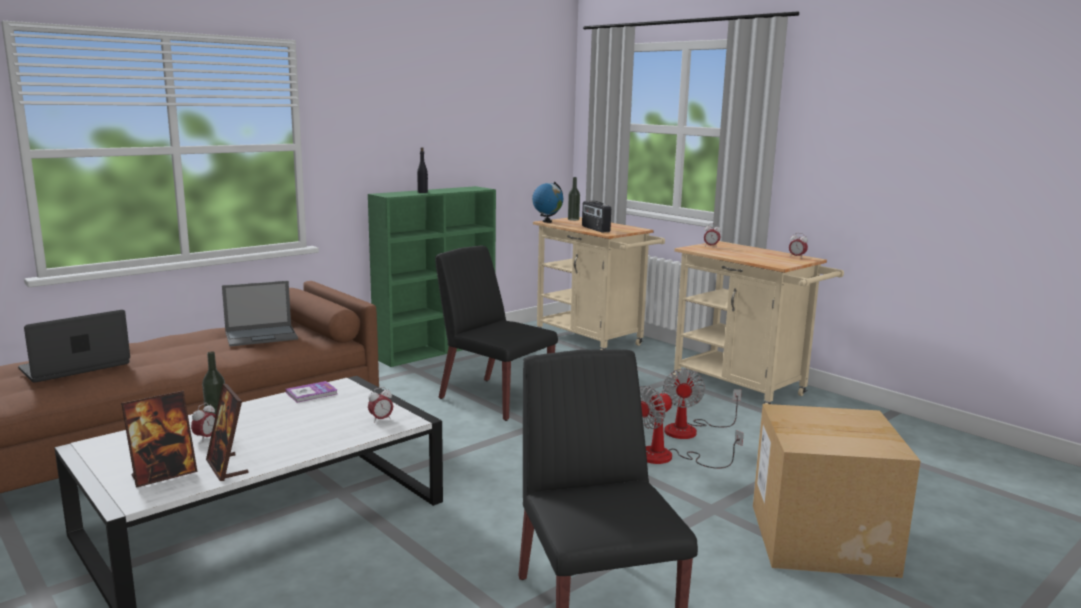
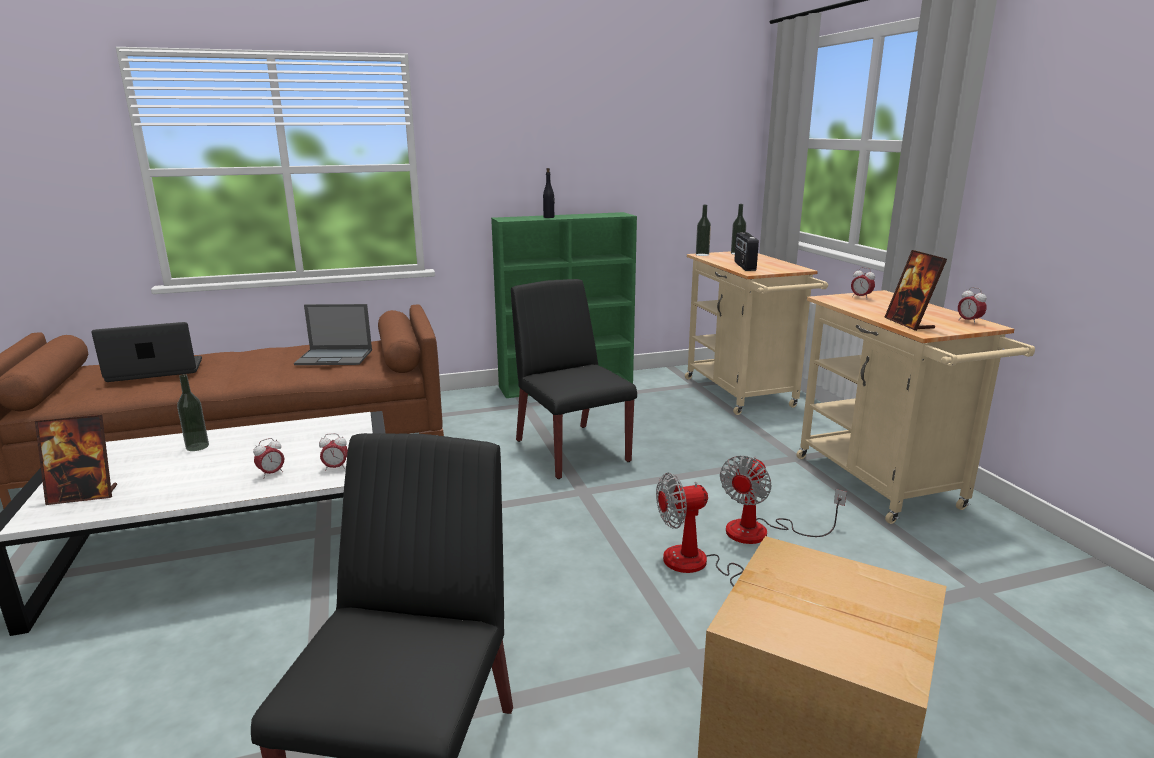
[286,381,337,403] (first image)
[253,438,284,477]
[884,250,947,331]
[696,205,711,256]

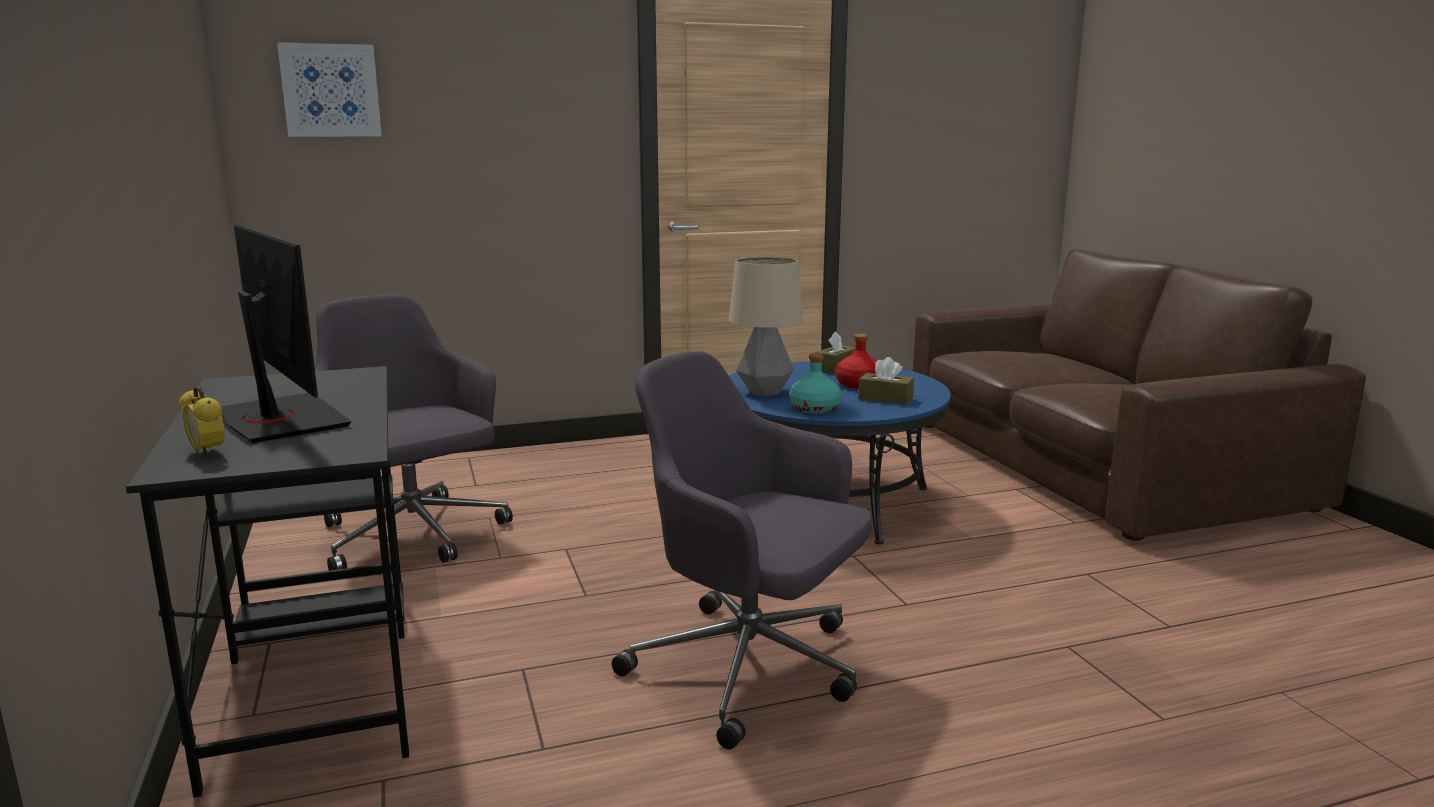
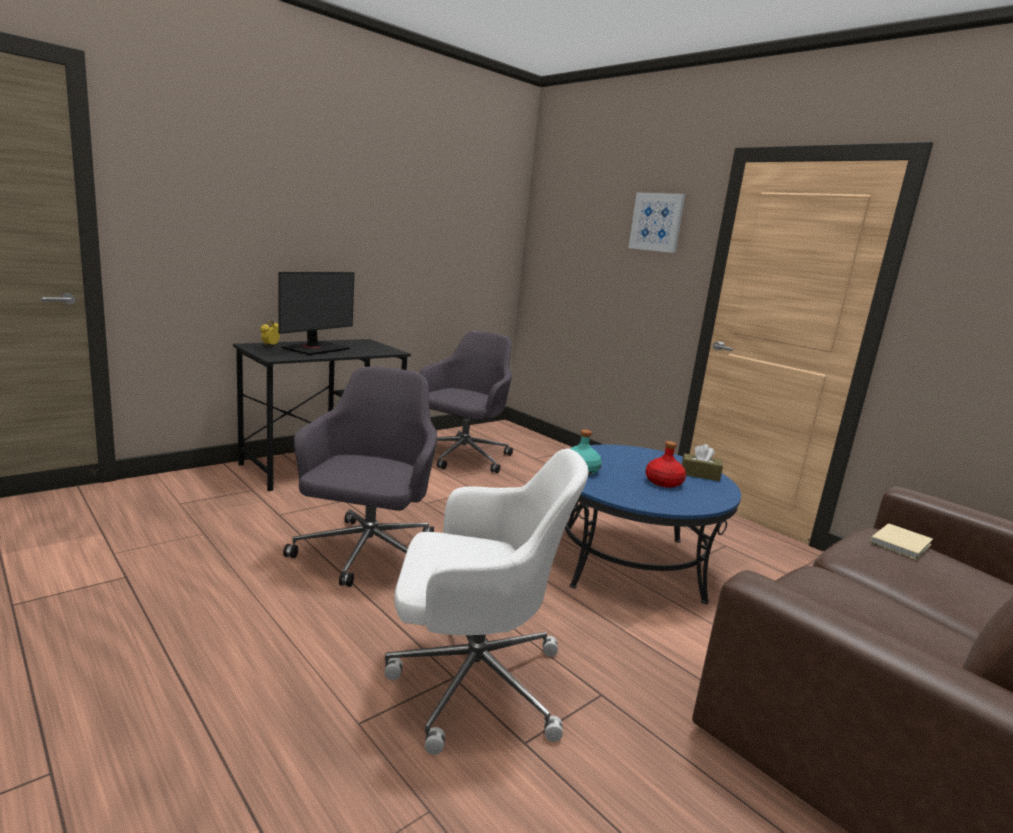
[729,256,803,396] (first image)
[858,357,914,405] (first image)
[385,448,588,755]
[870,523,933,560]
[628,193,685,253]

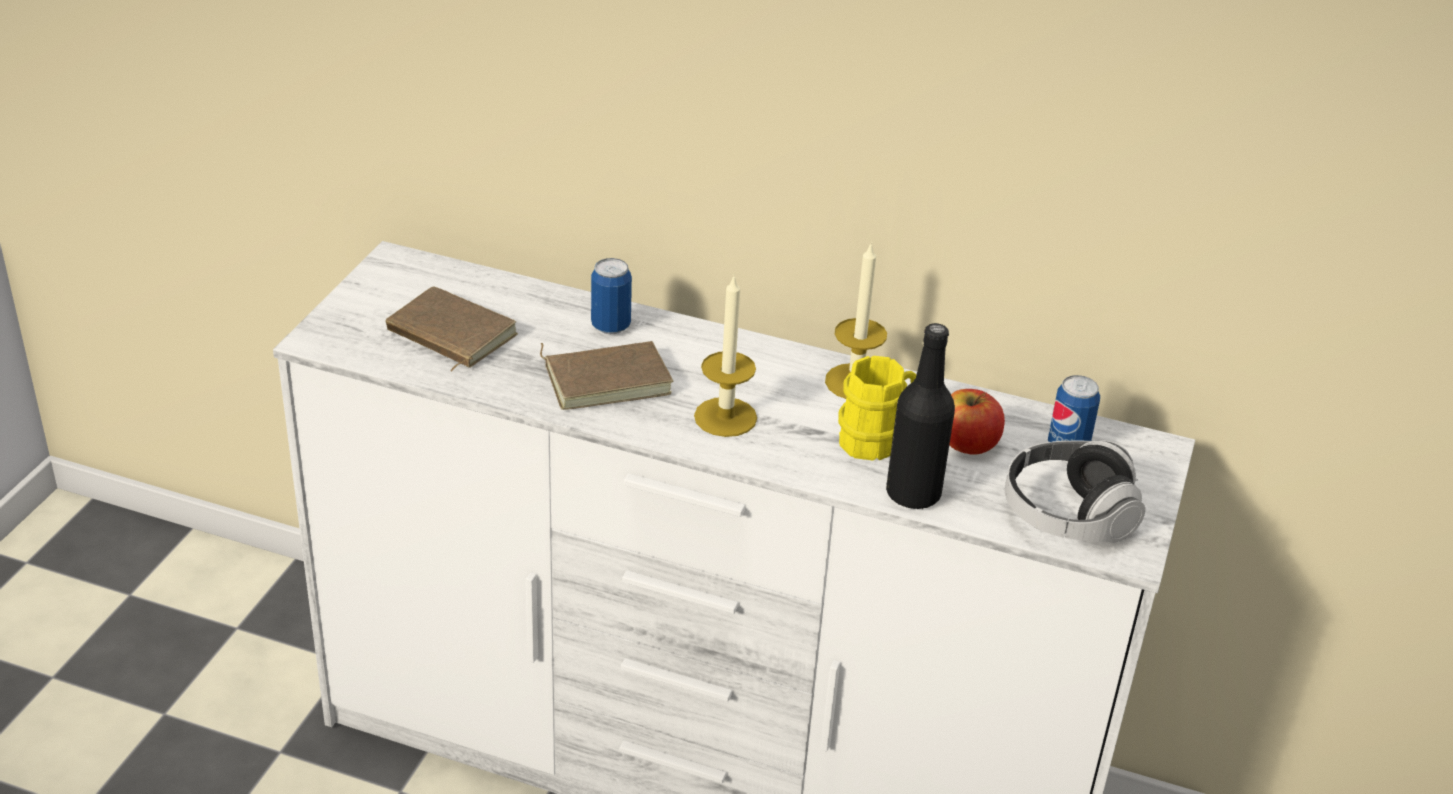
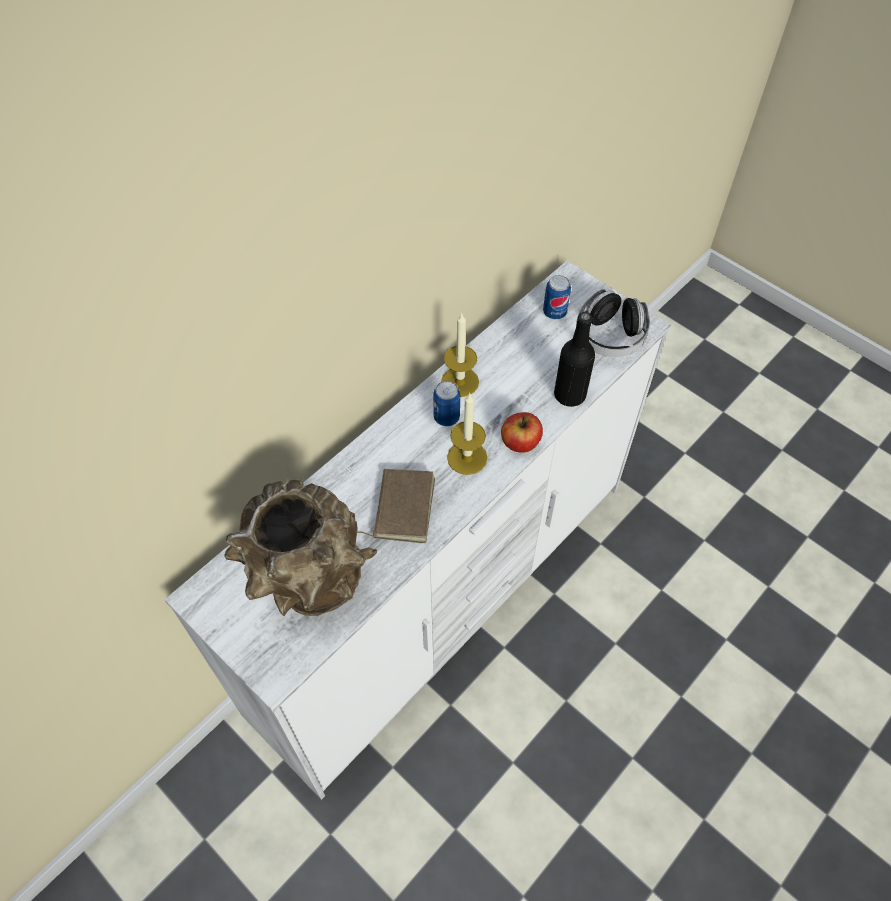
[838,356,916,461] (first image)
[433,381,460,426]
[501,412,543,453]
[224,479,377,616]

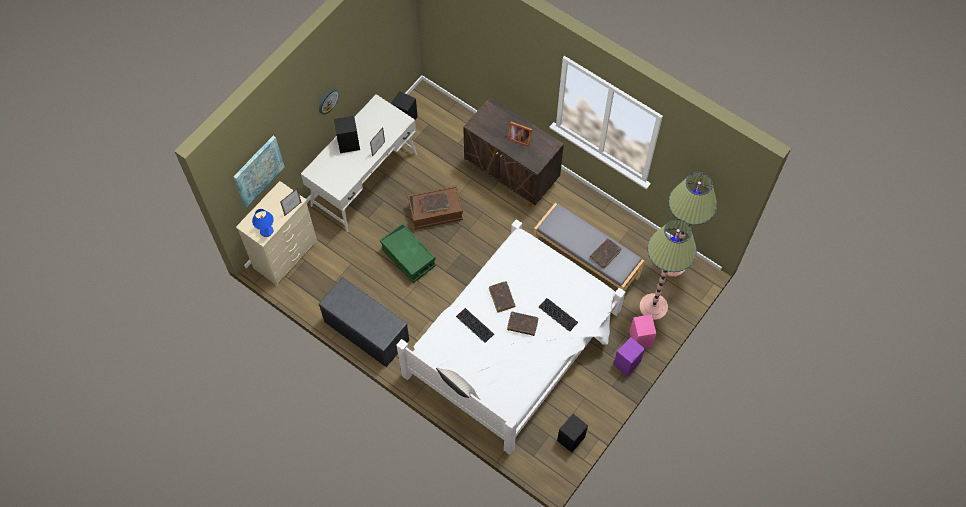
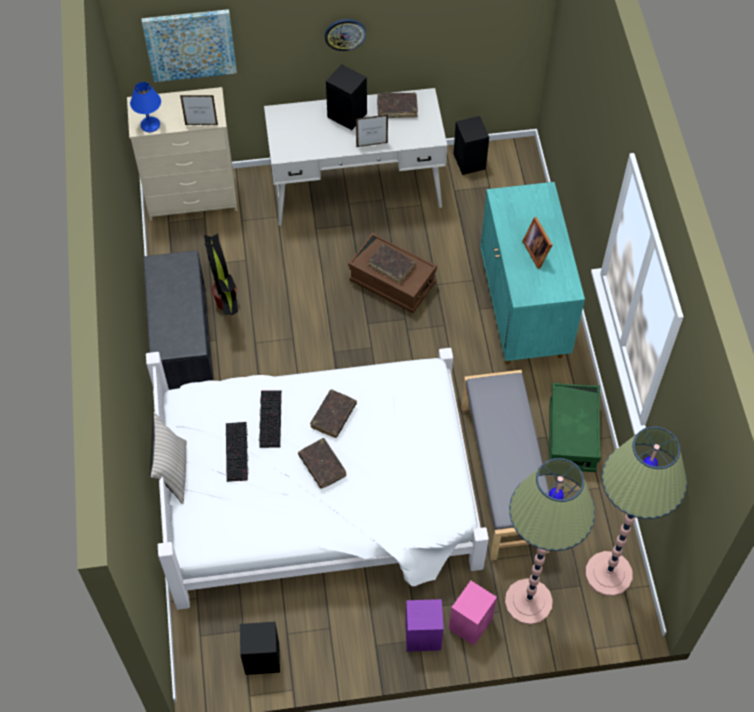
[204,234,238,316]
[549,383,601,472]
[226,422,249,482]
[377,93,418,118]
[480,182,585,365]

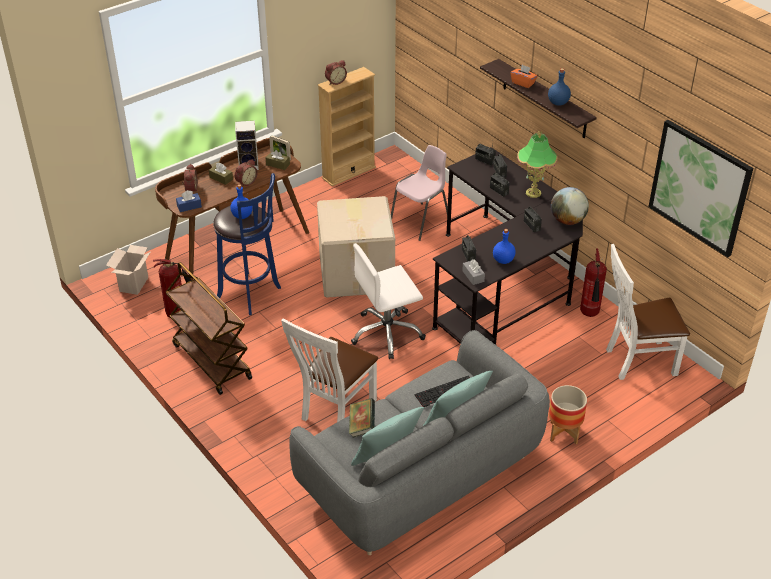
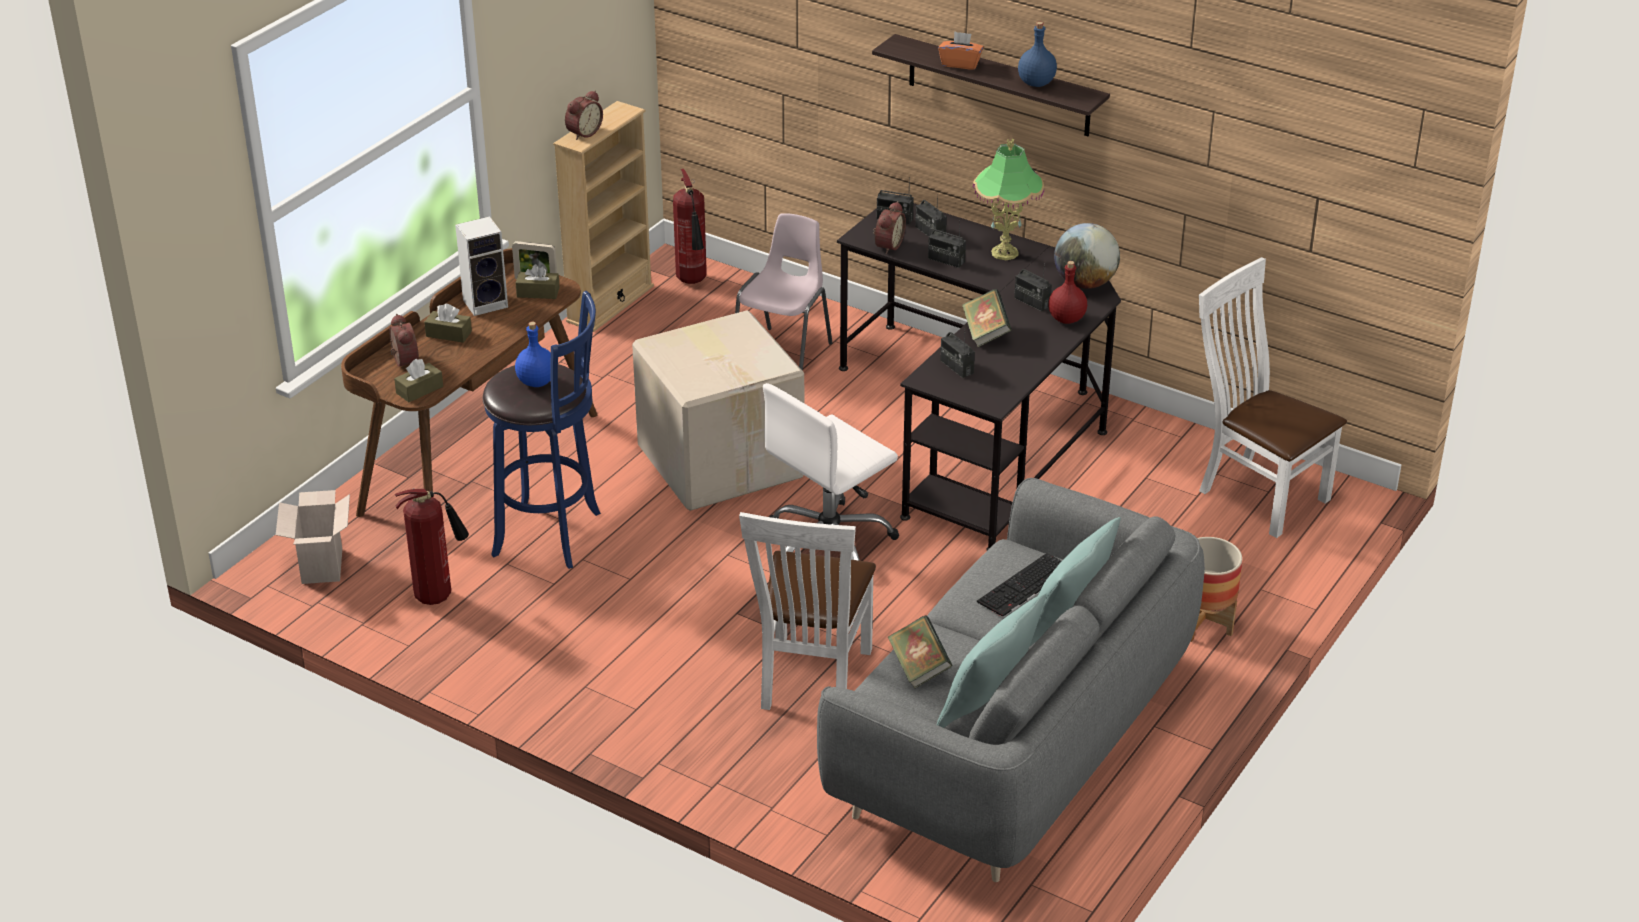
[166,262,252,395] (first image)
[462,259,485,285] (first image)
[493,229,516,264] (first image)
[648,120,753,257] (first image)
[962,289,1012,347]
[1048,261,1087,324]
[874,201,906,254]
[673,169,707,284]
[394,359,443,402]
[1199,257,1347,538]

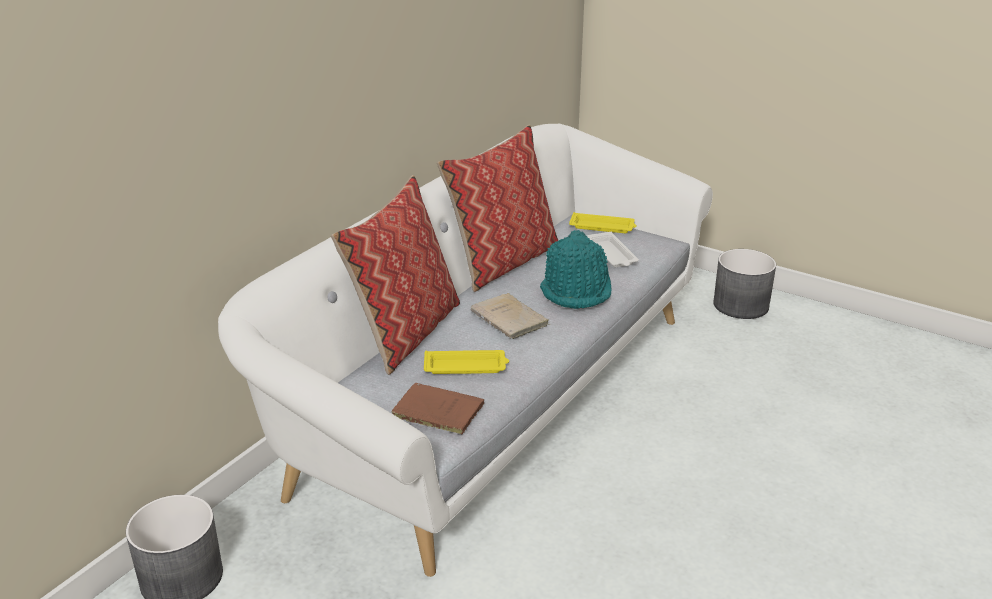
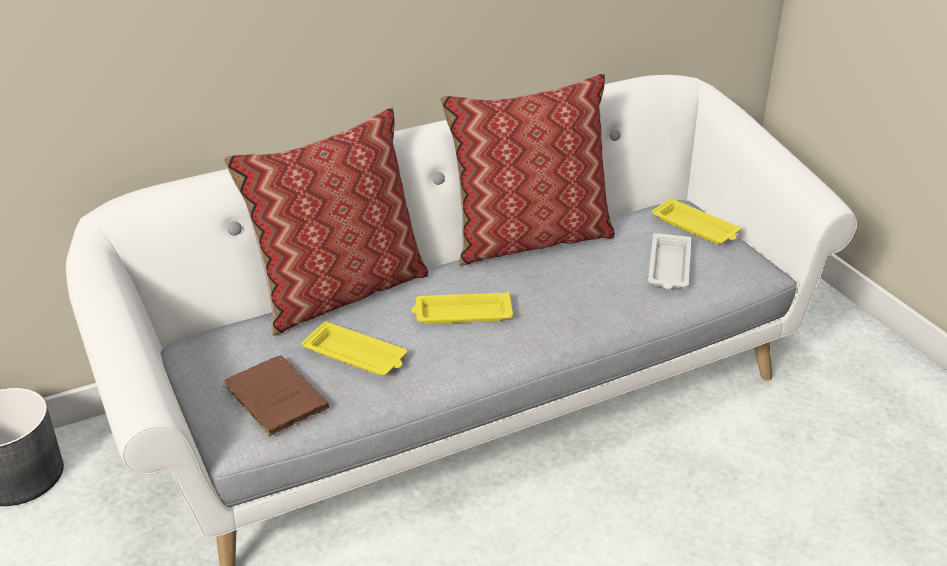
[540,230,611,309] (first image)
[713,249,776,319] (first image)
[411,292,513,324]

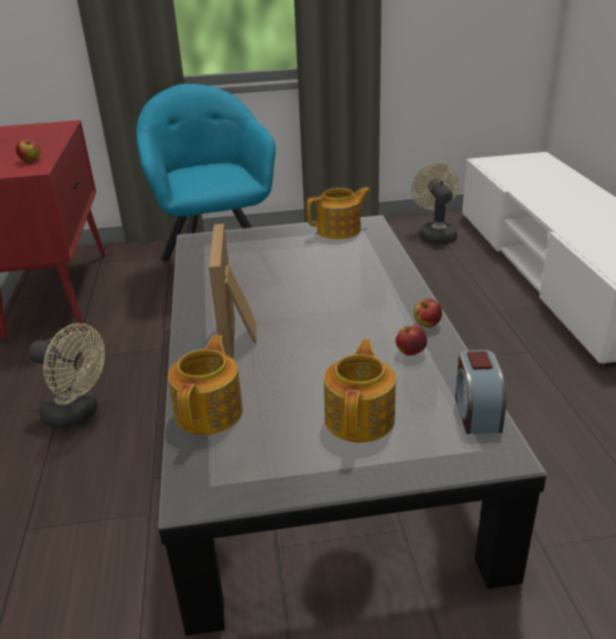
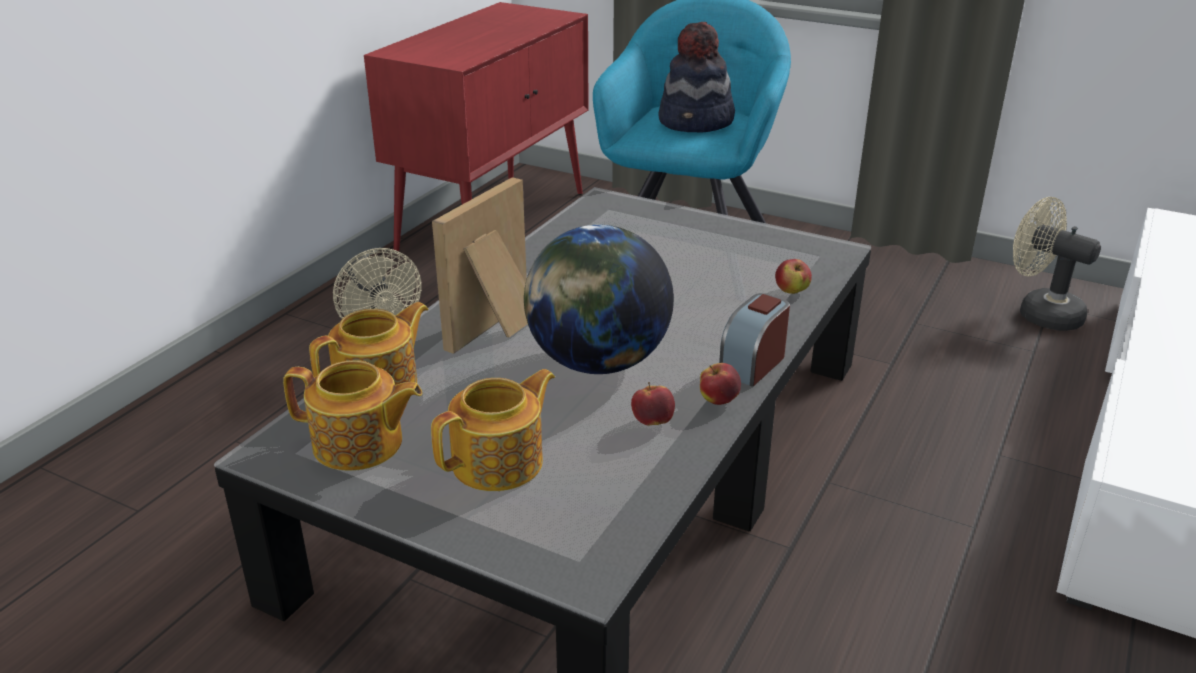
[524,225,674,374]
[658,22,735,133]
[775,259,812,294]
[283,360,423,471]
[719,293,790,387]
[1013,197,1101,331]

